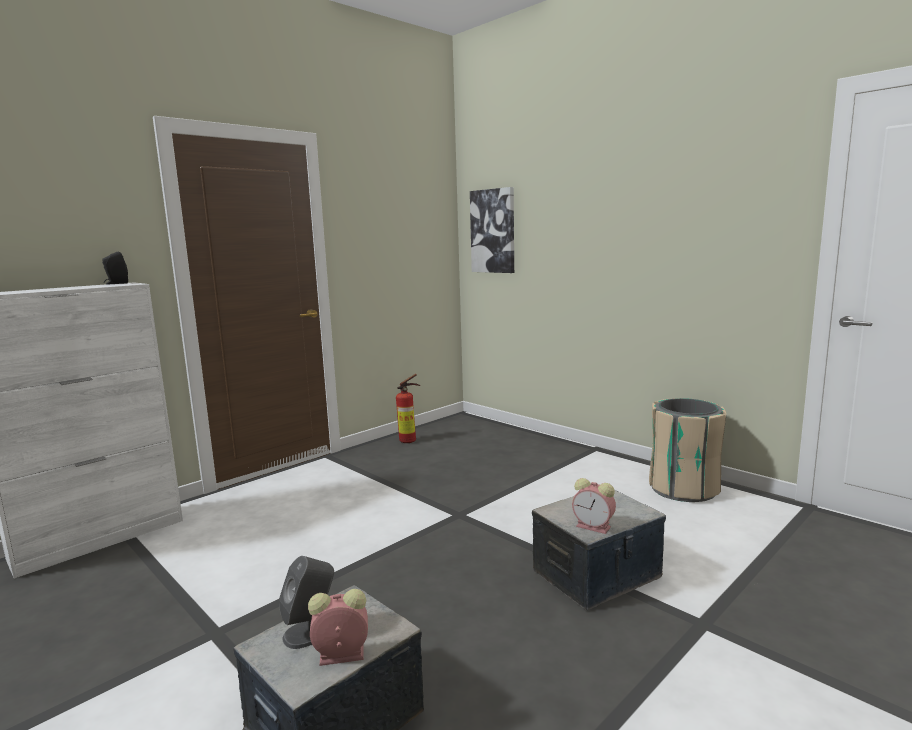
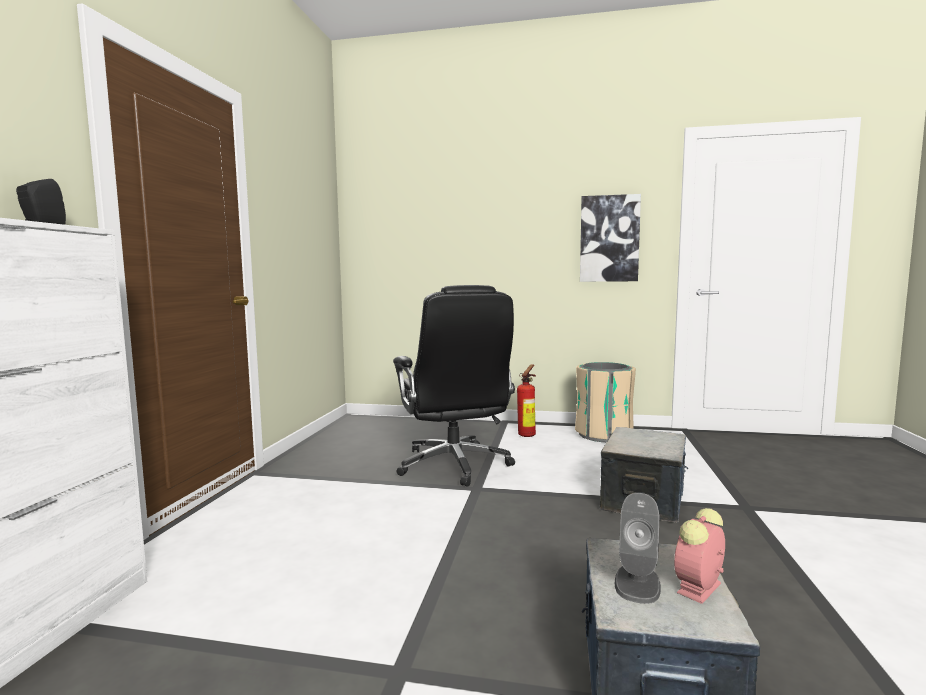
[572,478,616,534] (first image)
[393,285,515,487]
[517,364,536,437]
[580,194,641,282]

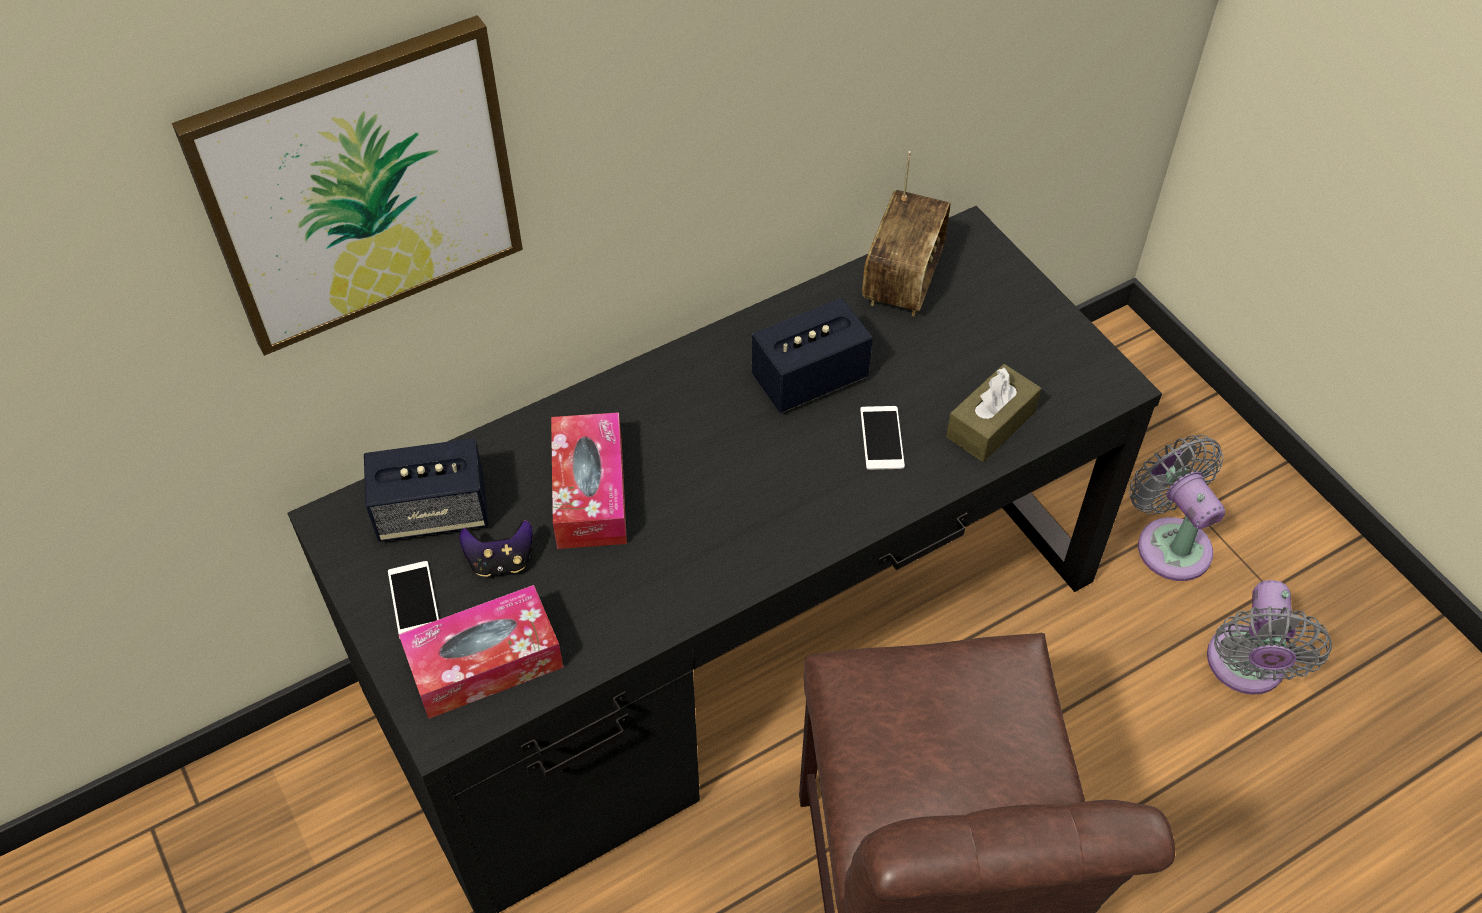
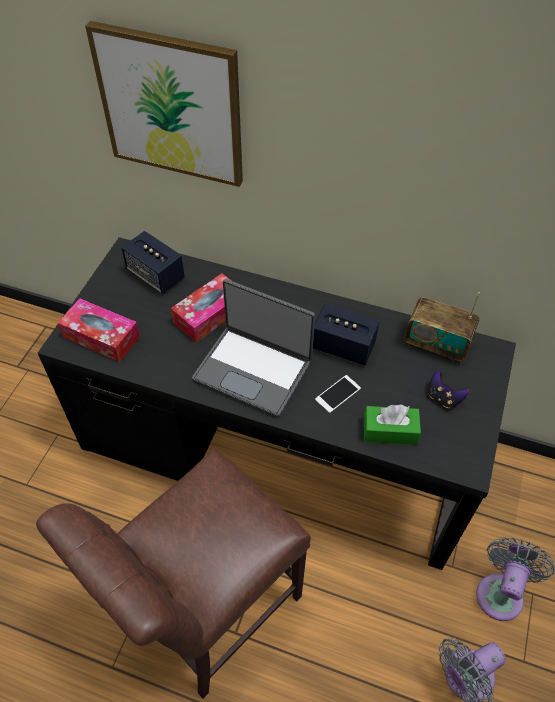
[388,561,439,639] (first image)
[192,279,315,417]
[428,371,469,408]
[364,404,421,445]
[405,292,480,363]

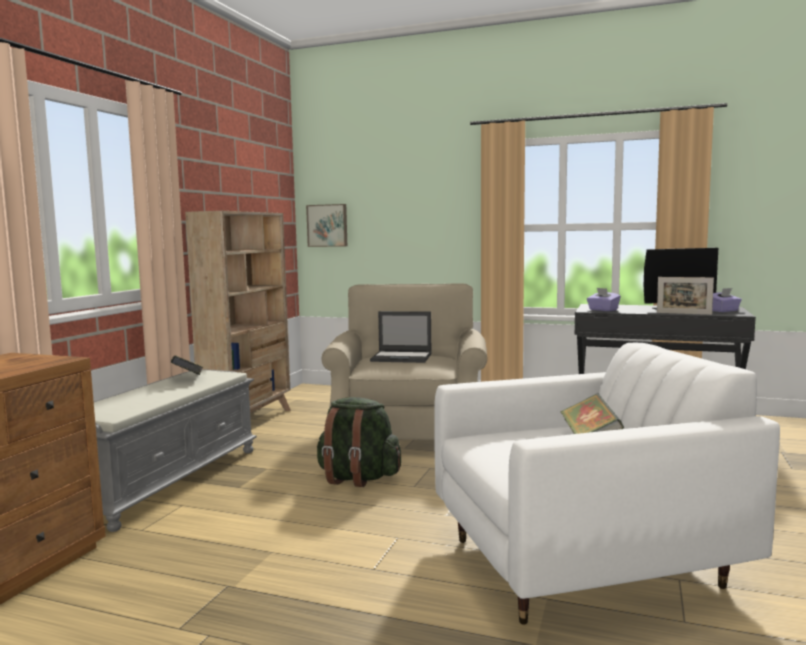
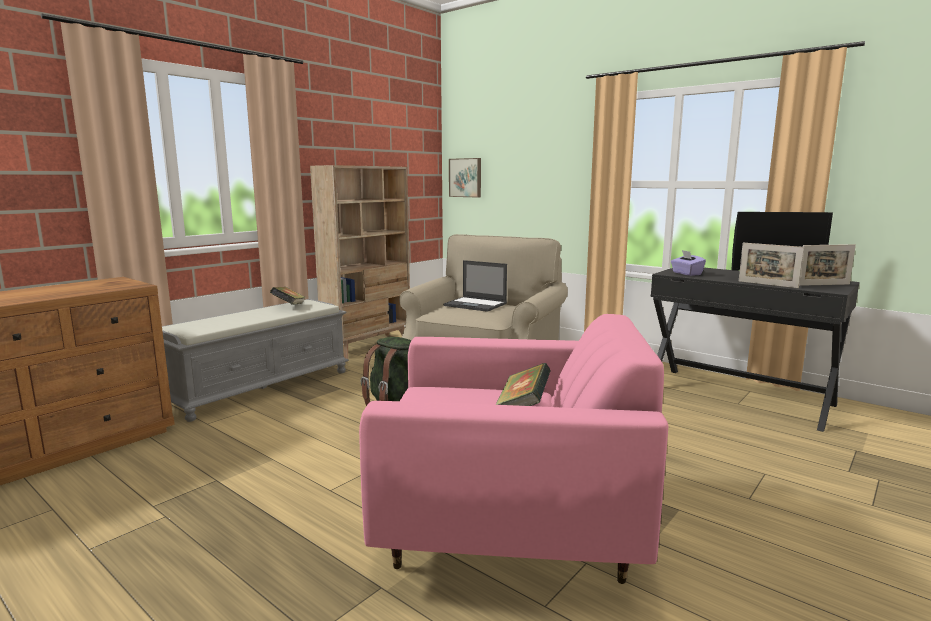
[799,244,856,286]
[359,314,668,584]

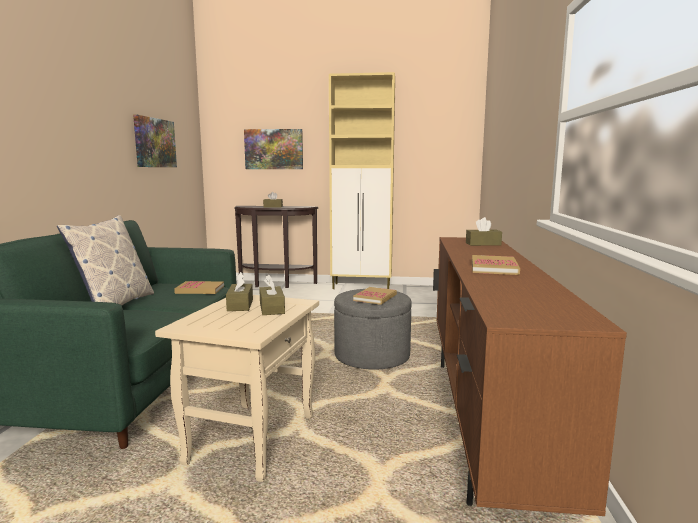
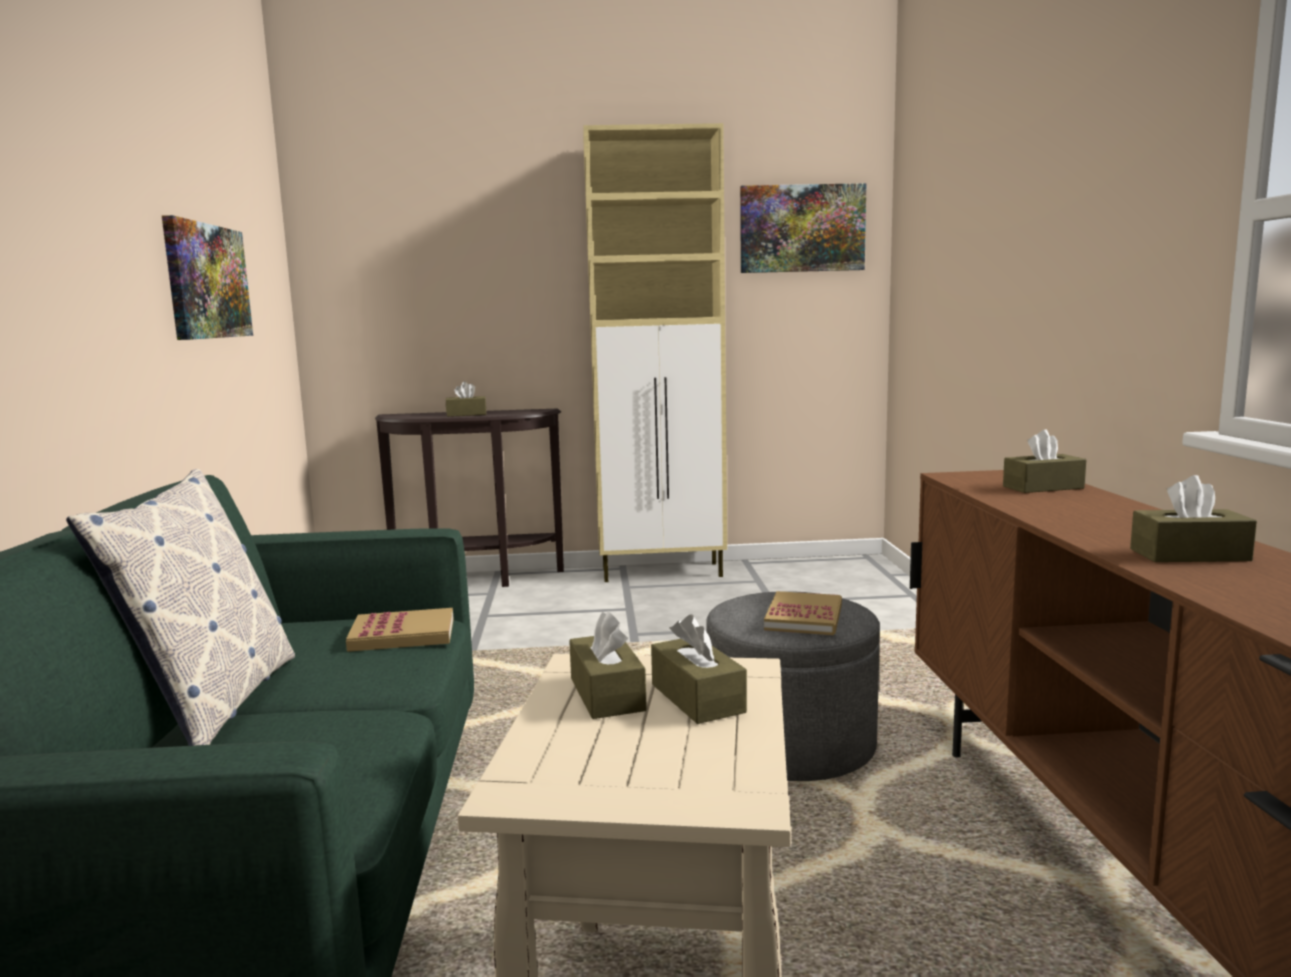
[740,183,866,273]
[1130,475,1257,562]

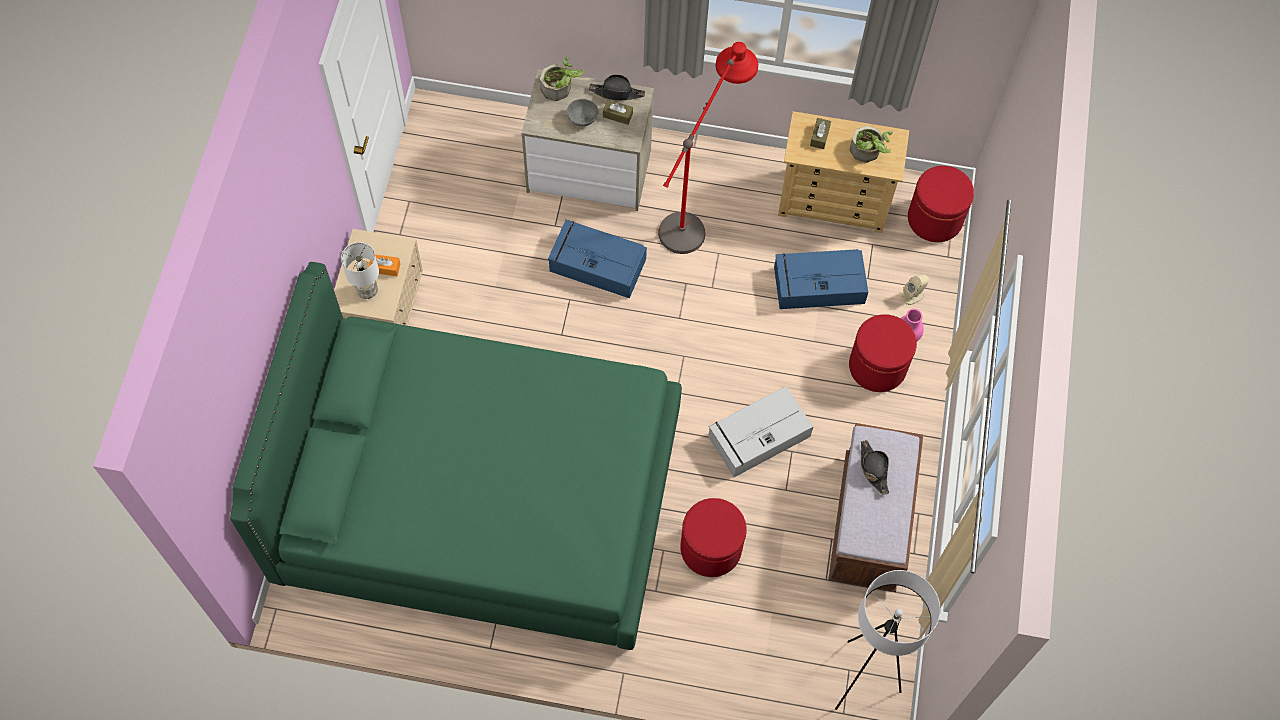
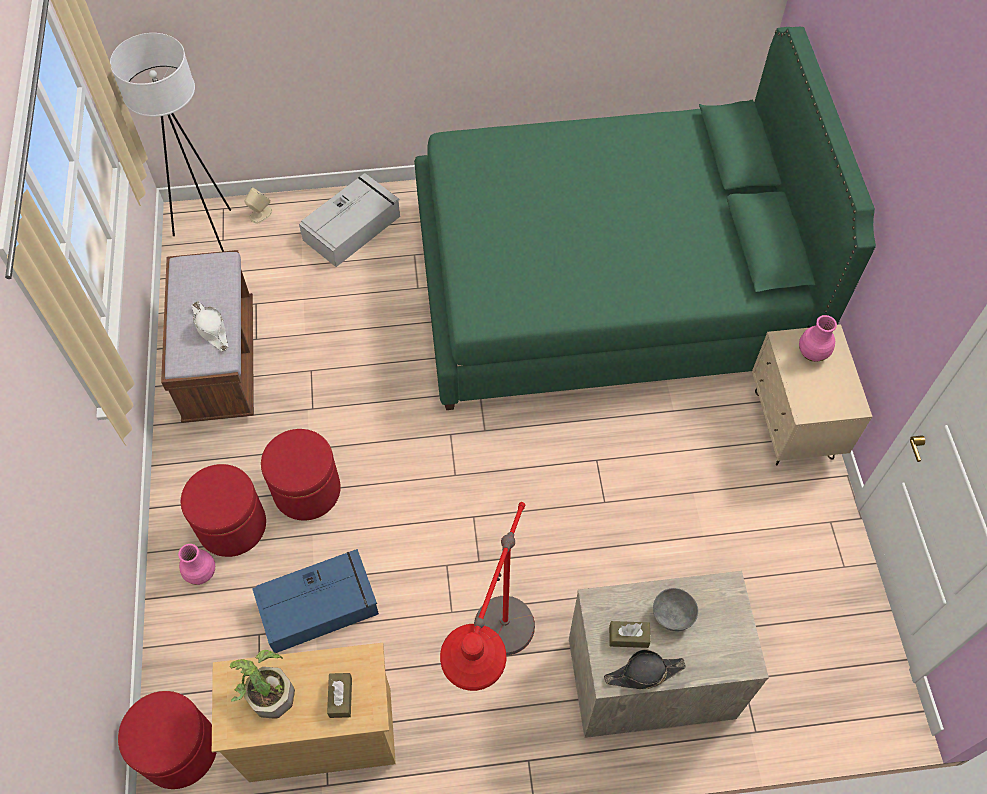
[368,254,400,276] (first image)
[540,56,584,101] (first image)
[548,220,647,298] (first image)
[261,429,341,520]
[299,173,400,267]
[245,188,272,223]
[799,315,837,362]
[191,301,228,351]

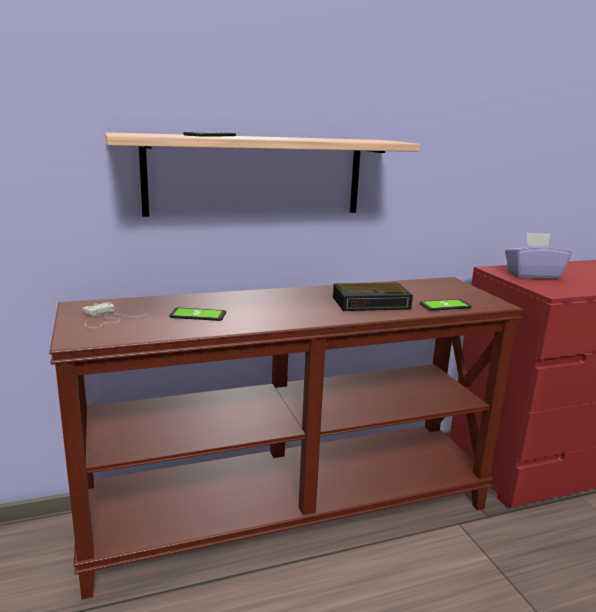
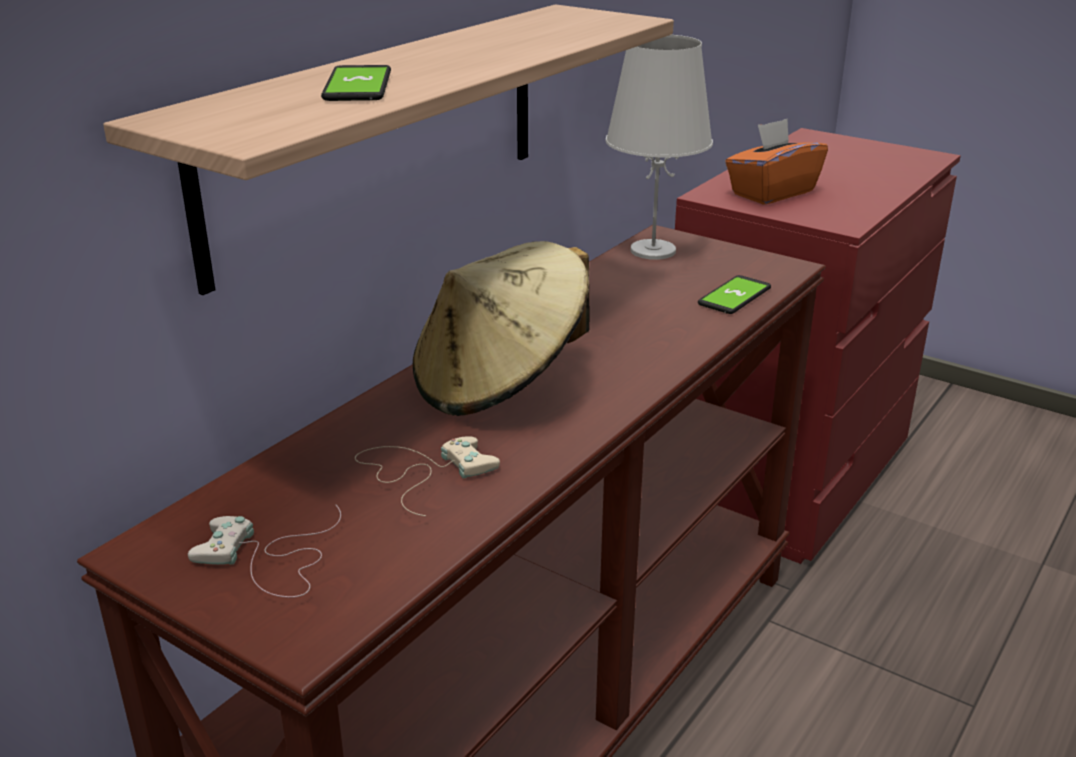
[333,283,413,311] (first image)
[413,241,590,416]
[605,35,713,260]
[355,436,500,516]
[725,119,828,205]

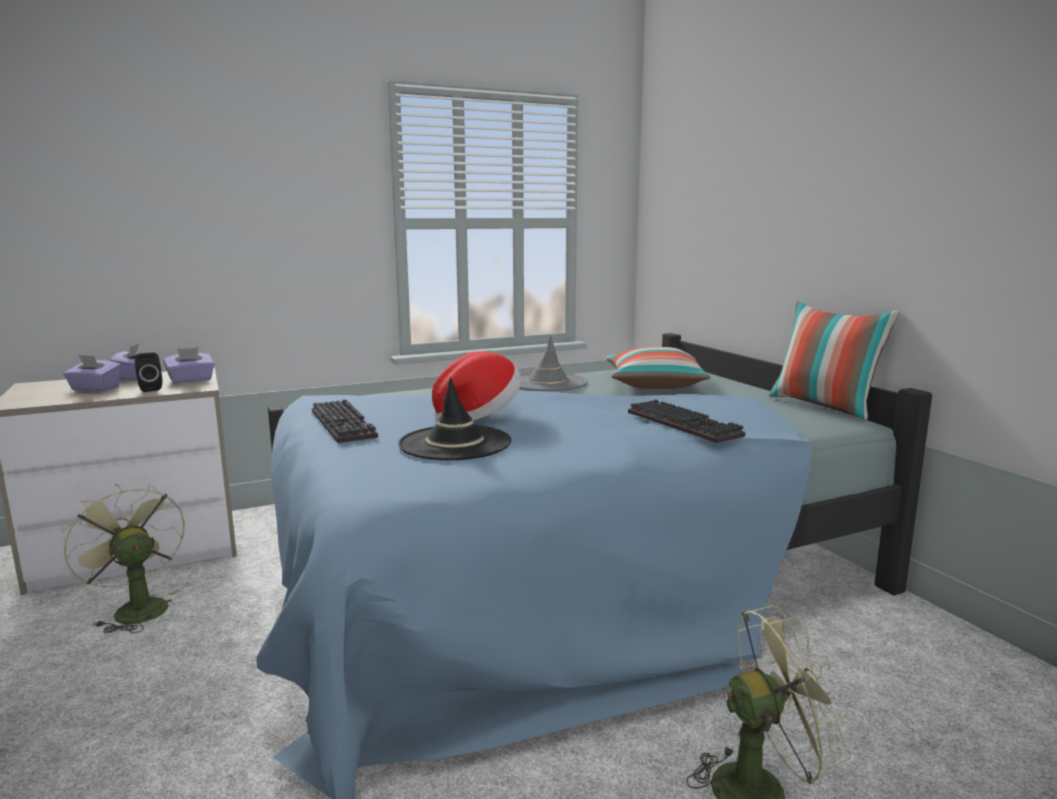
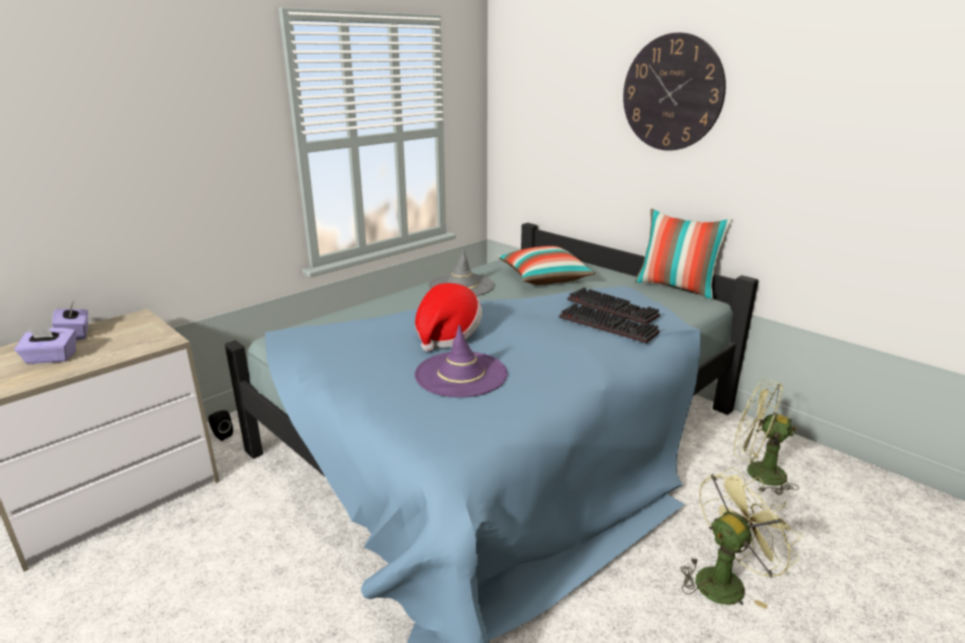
[163,347,214,384] (first image)
[623,33,726,150]
[734,379,799,495]
[208,410,233,441]
[567,287,660,325]
[415,324,508,397]

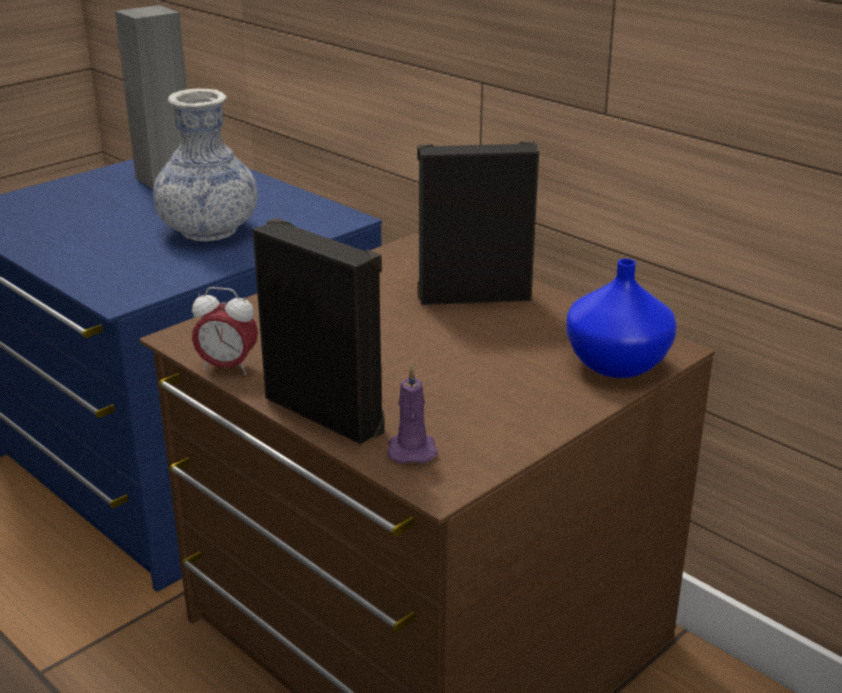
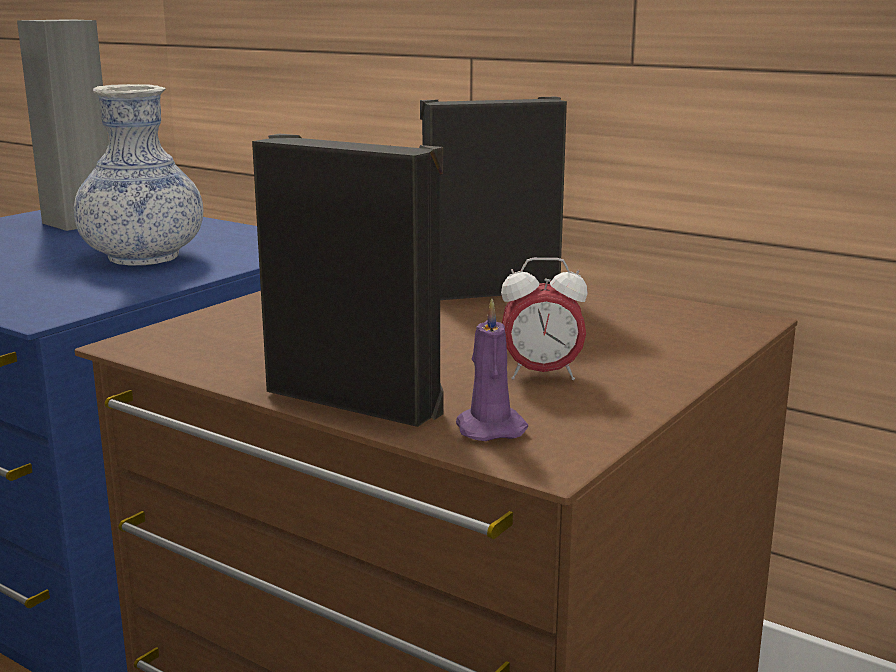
[566,259,677,378] (first image)
[501,258,588,380]

